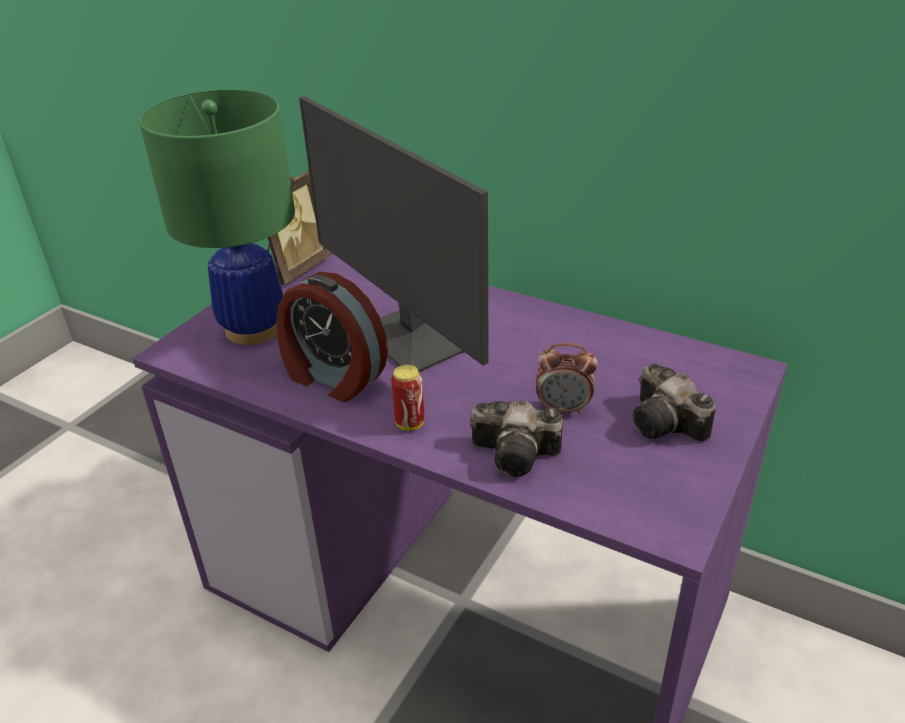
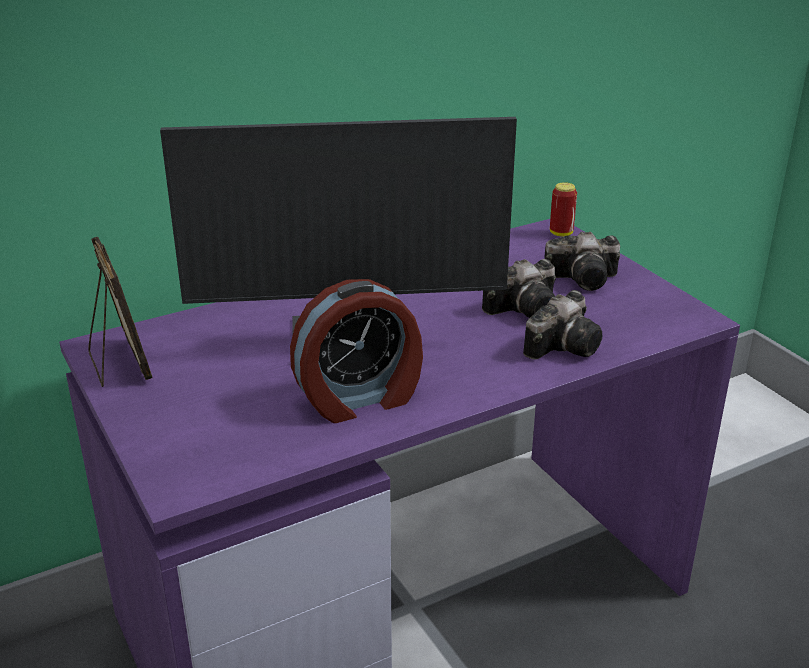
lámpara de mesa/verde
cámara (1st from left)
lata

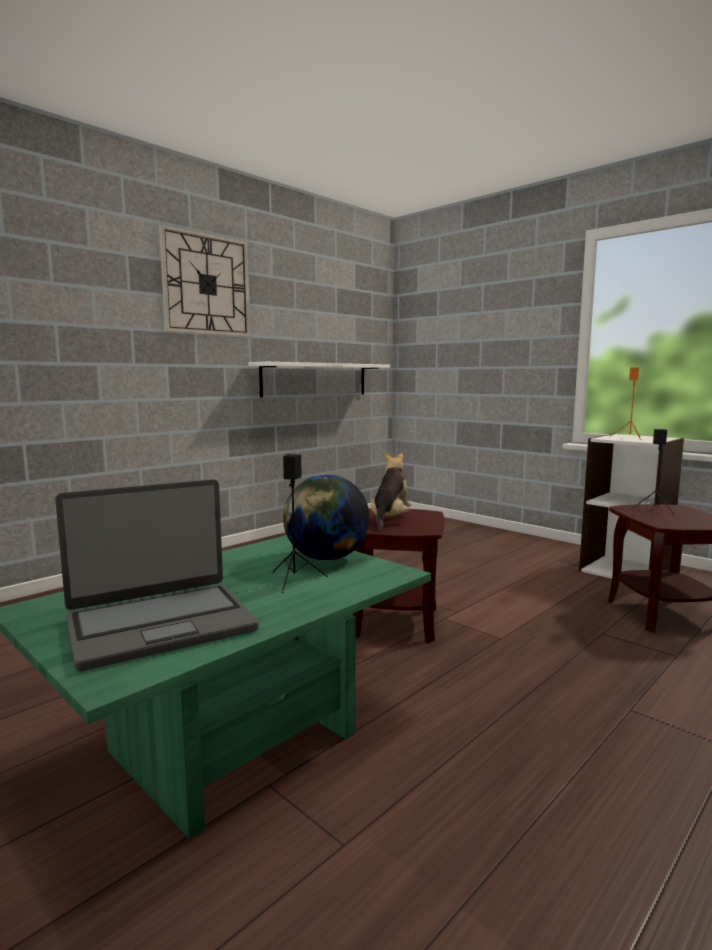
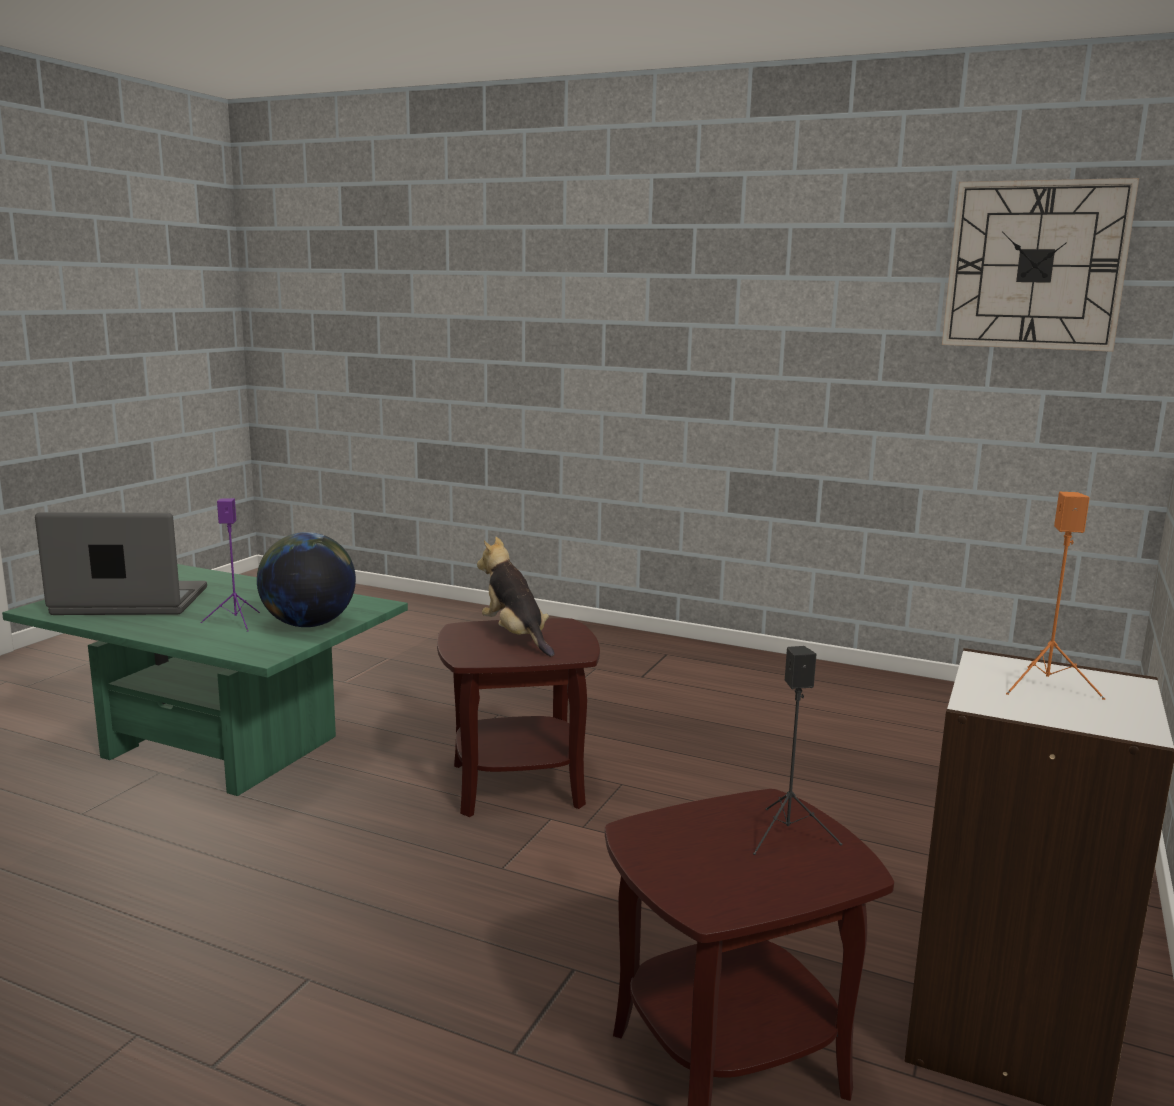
reloj de pared
estante/blanco
peluche
altavoz/morado
portátil

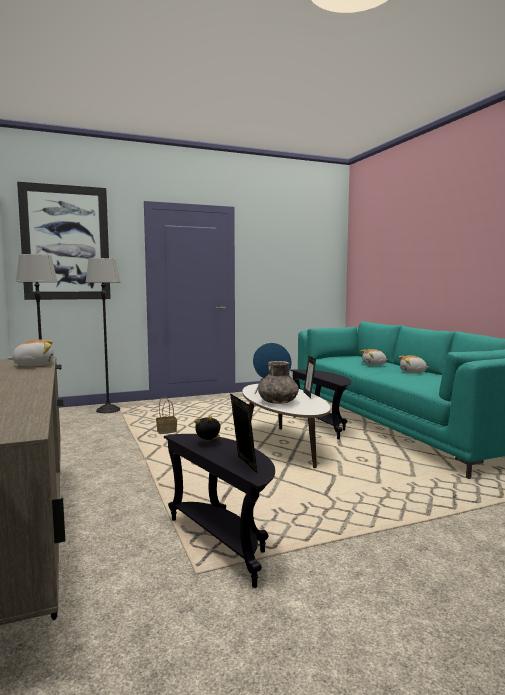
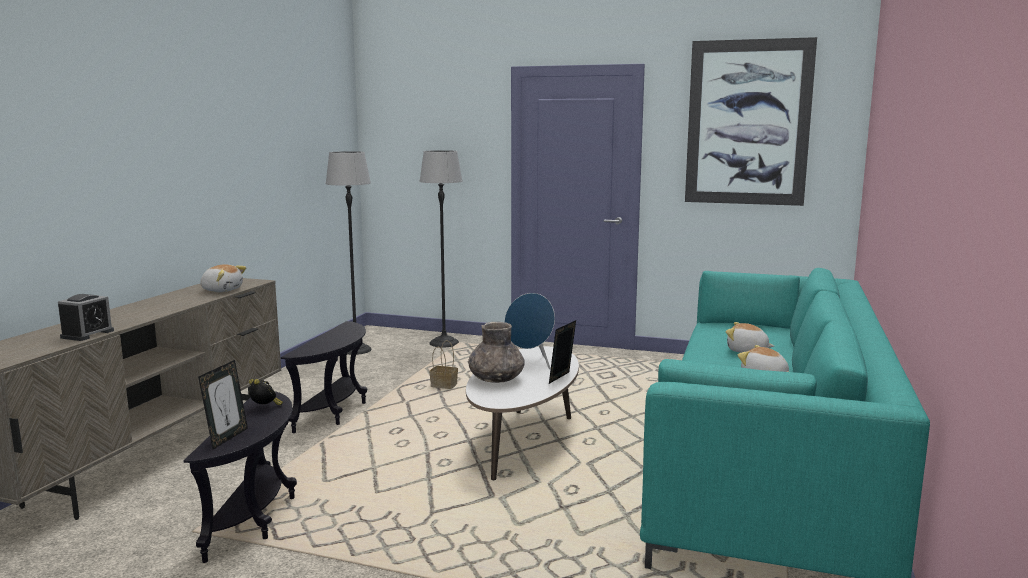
cuadro
mesa auxiliar/negro (2nd from left)
despertador (1st from left)

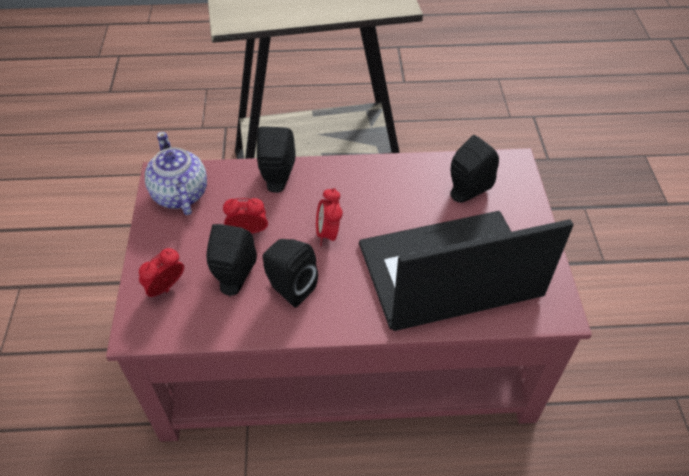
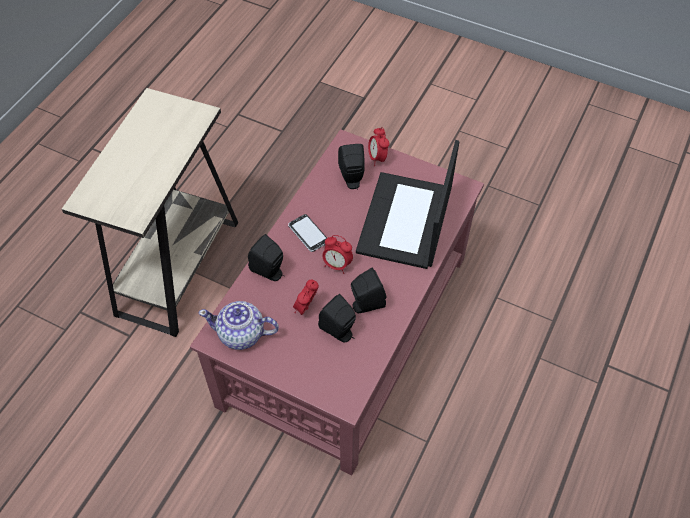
despertador (3rd from left)
móvil

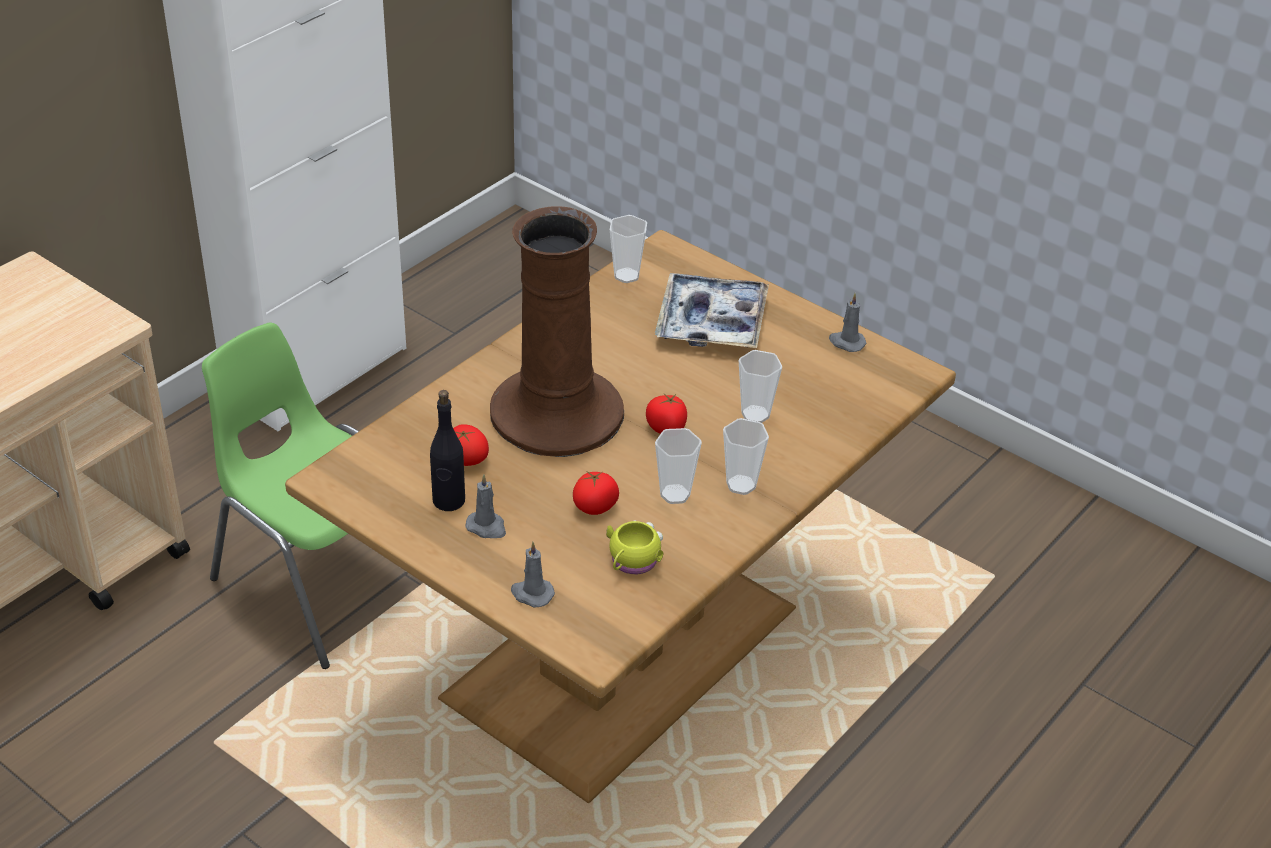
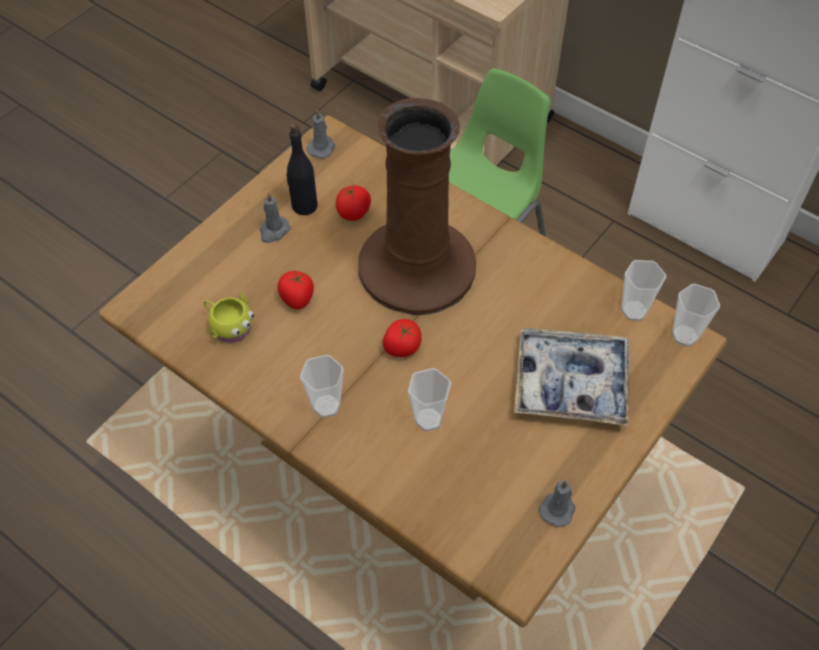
taza (4th from left)
vela/gris (2nd from left)

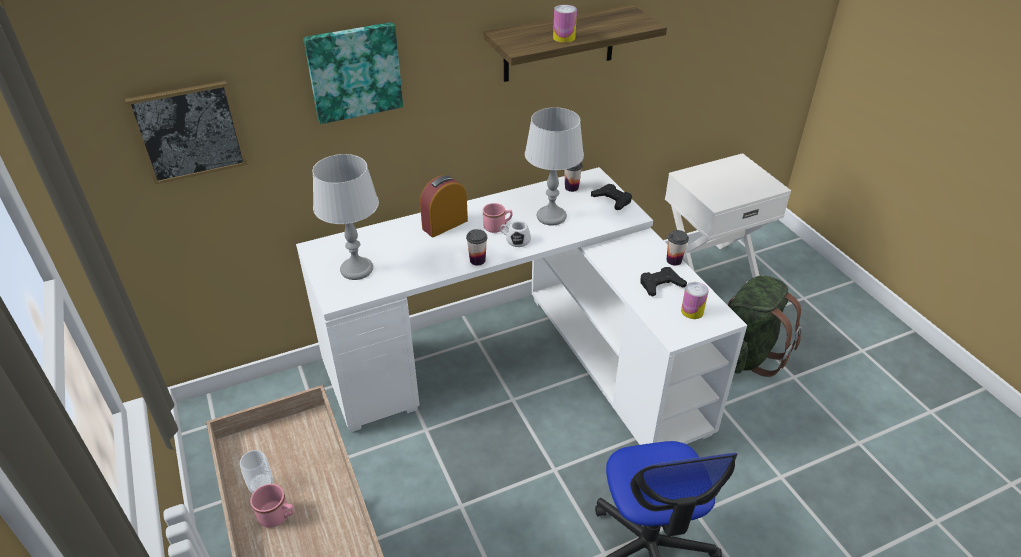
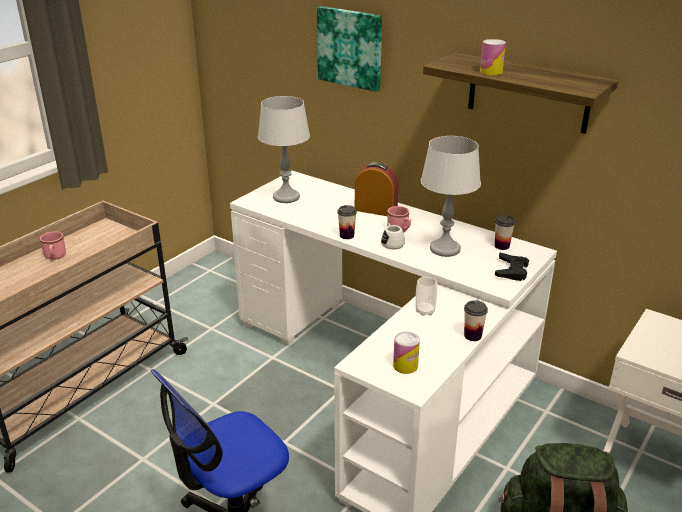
cuadro (1st from left in the first image)
mando de consola/negro (2nd from left in the first image)
taza (2nd from left)

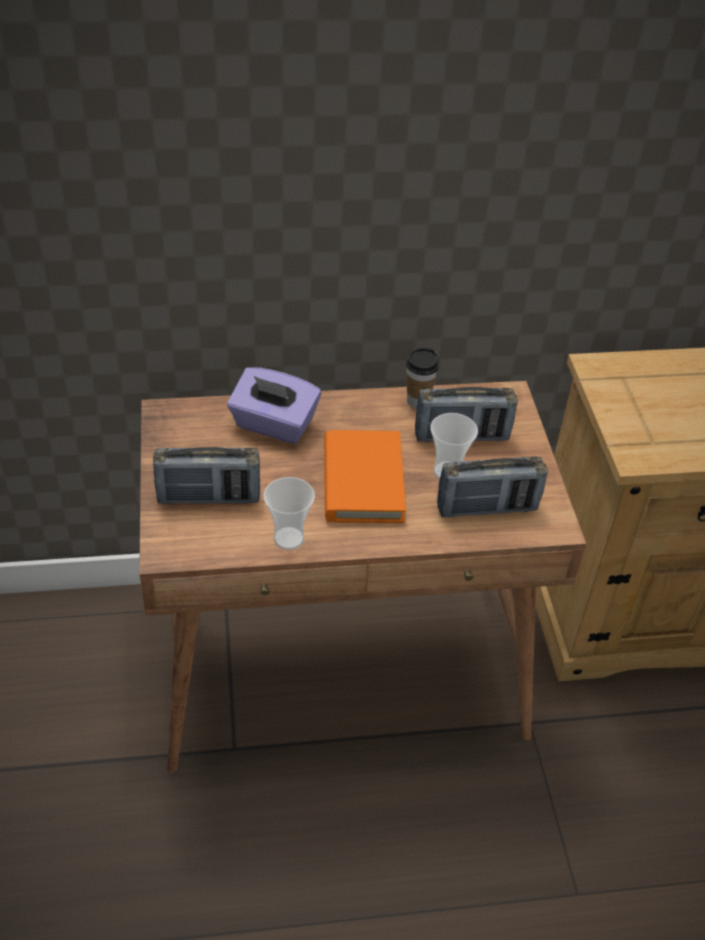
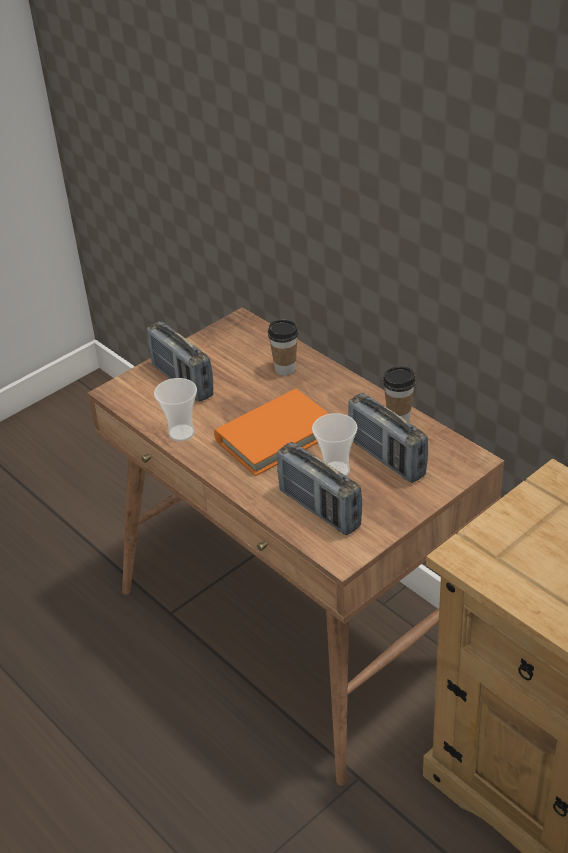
taza (2nd from left)

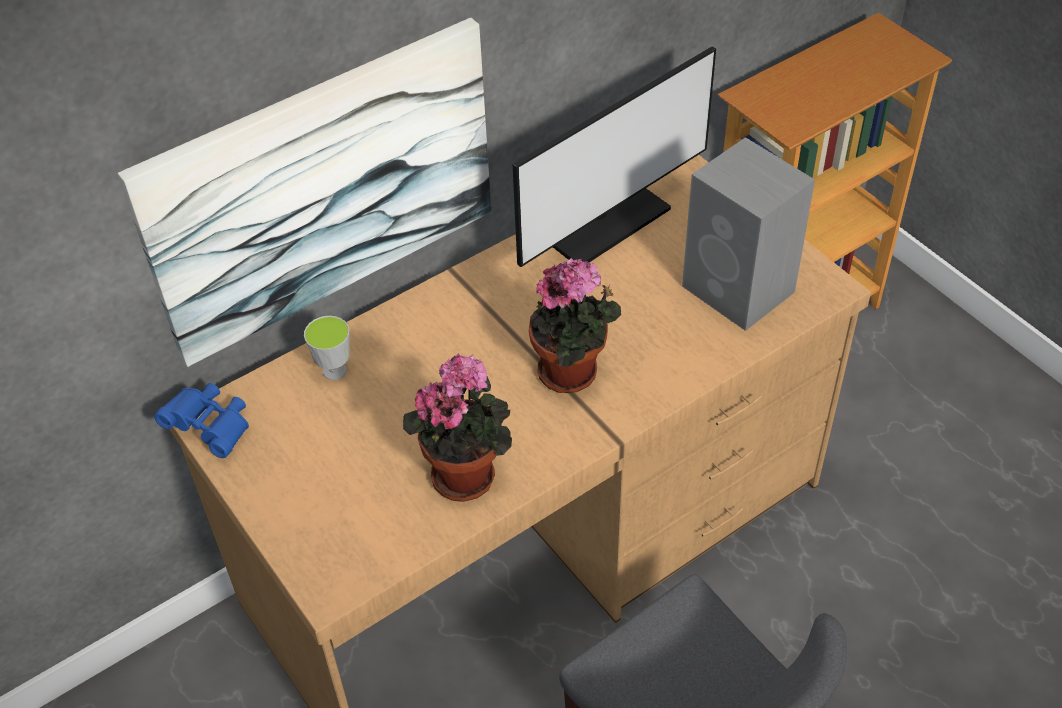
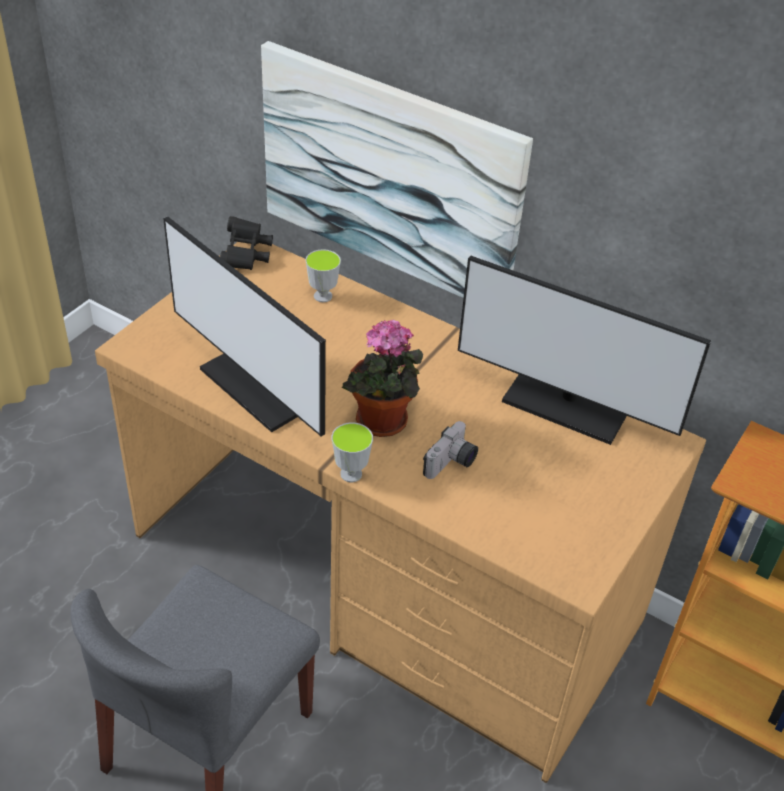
altavoz/gris
monitor (1st from left)
prismáticos/negro
cámara
taza (2nd from left)

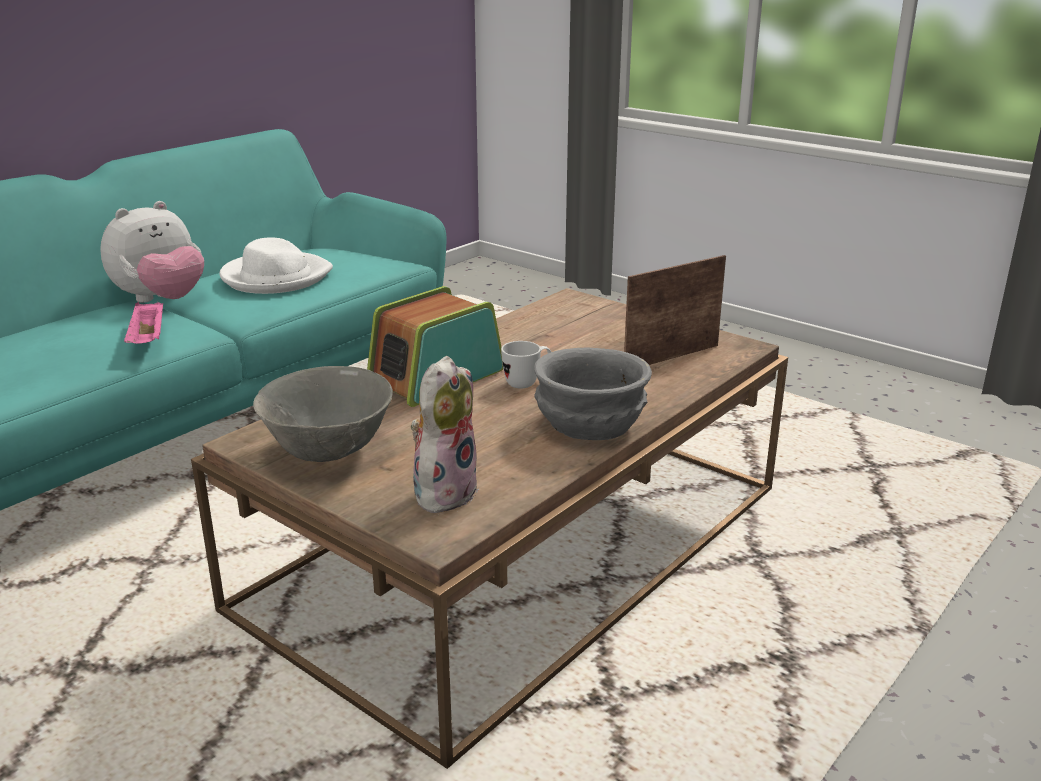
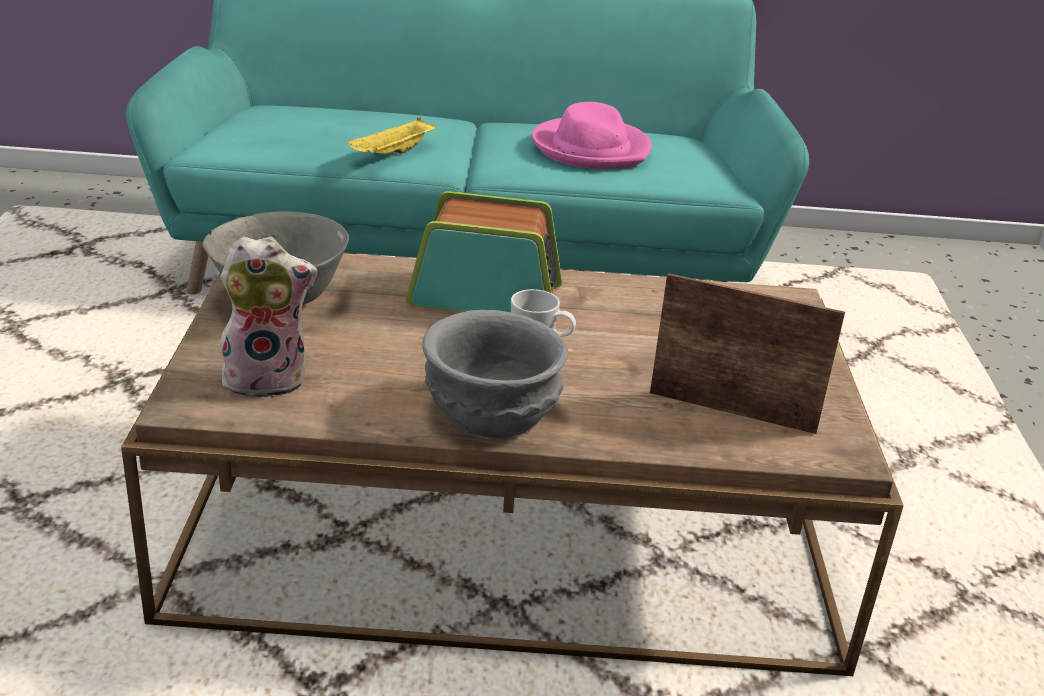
peluche (1st from left in the first image)
sombrero/rosa
bandeja/amarillo

